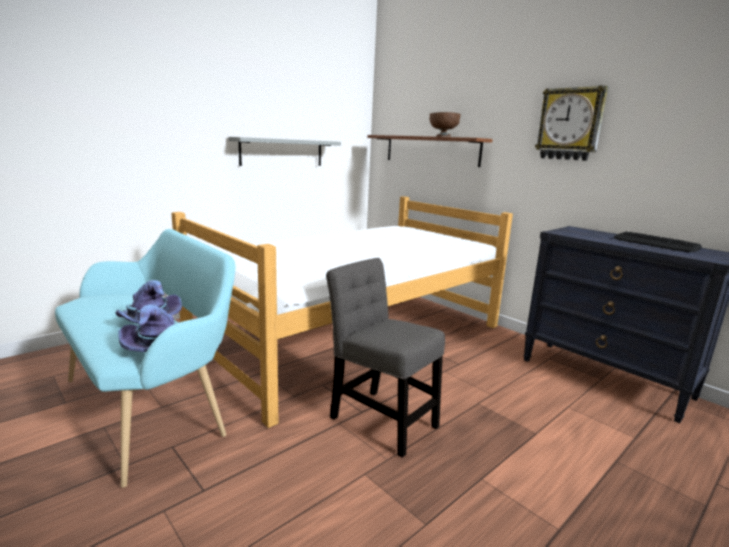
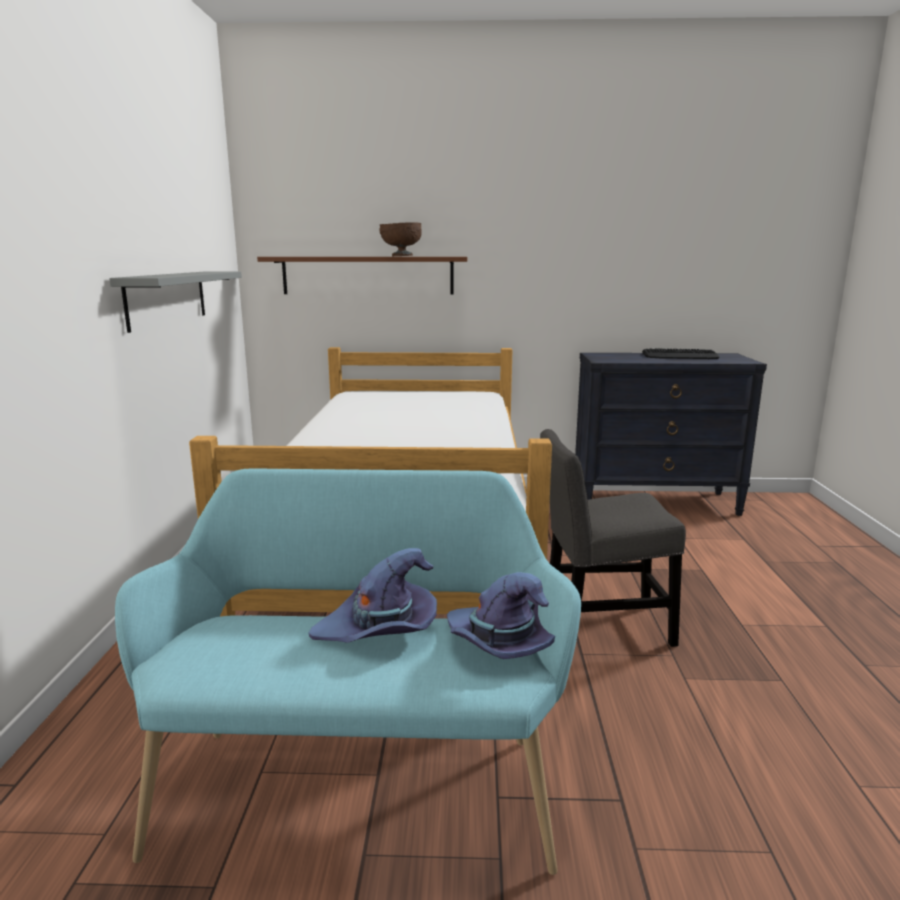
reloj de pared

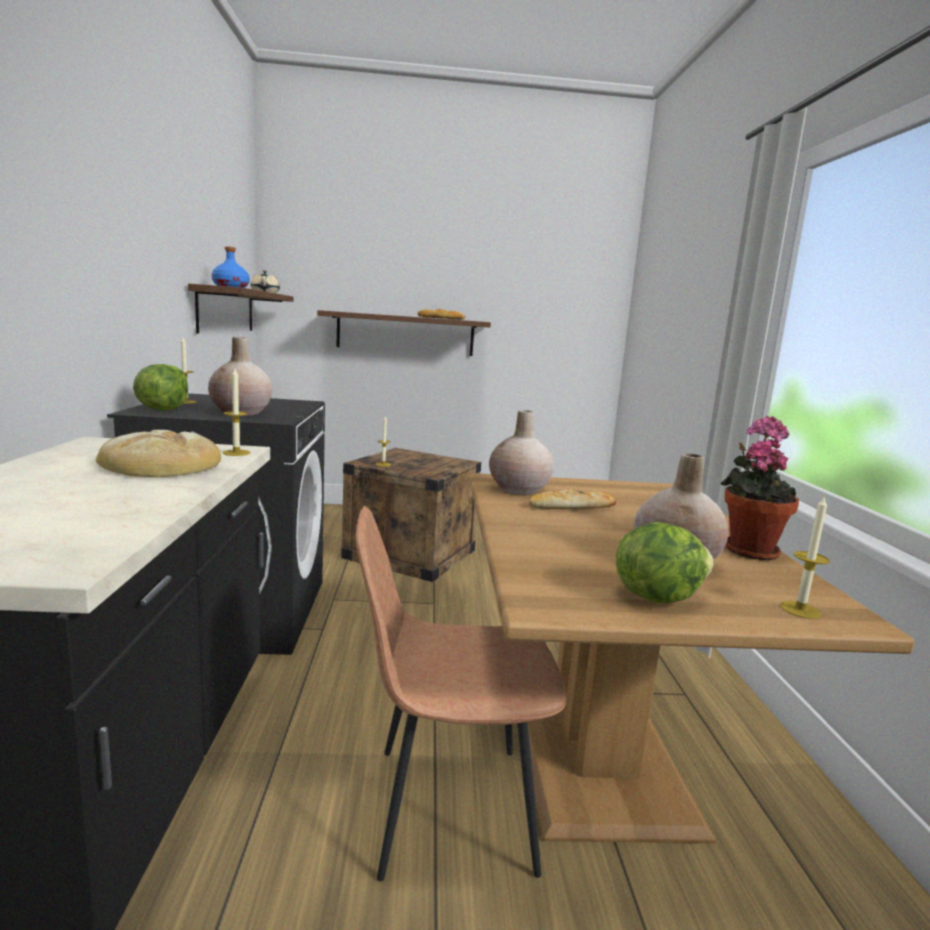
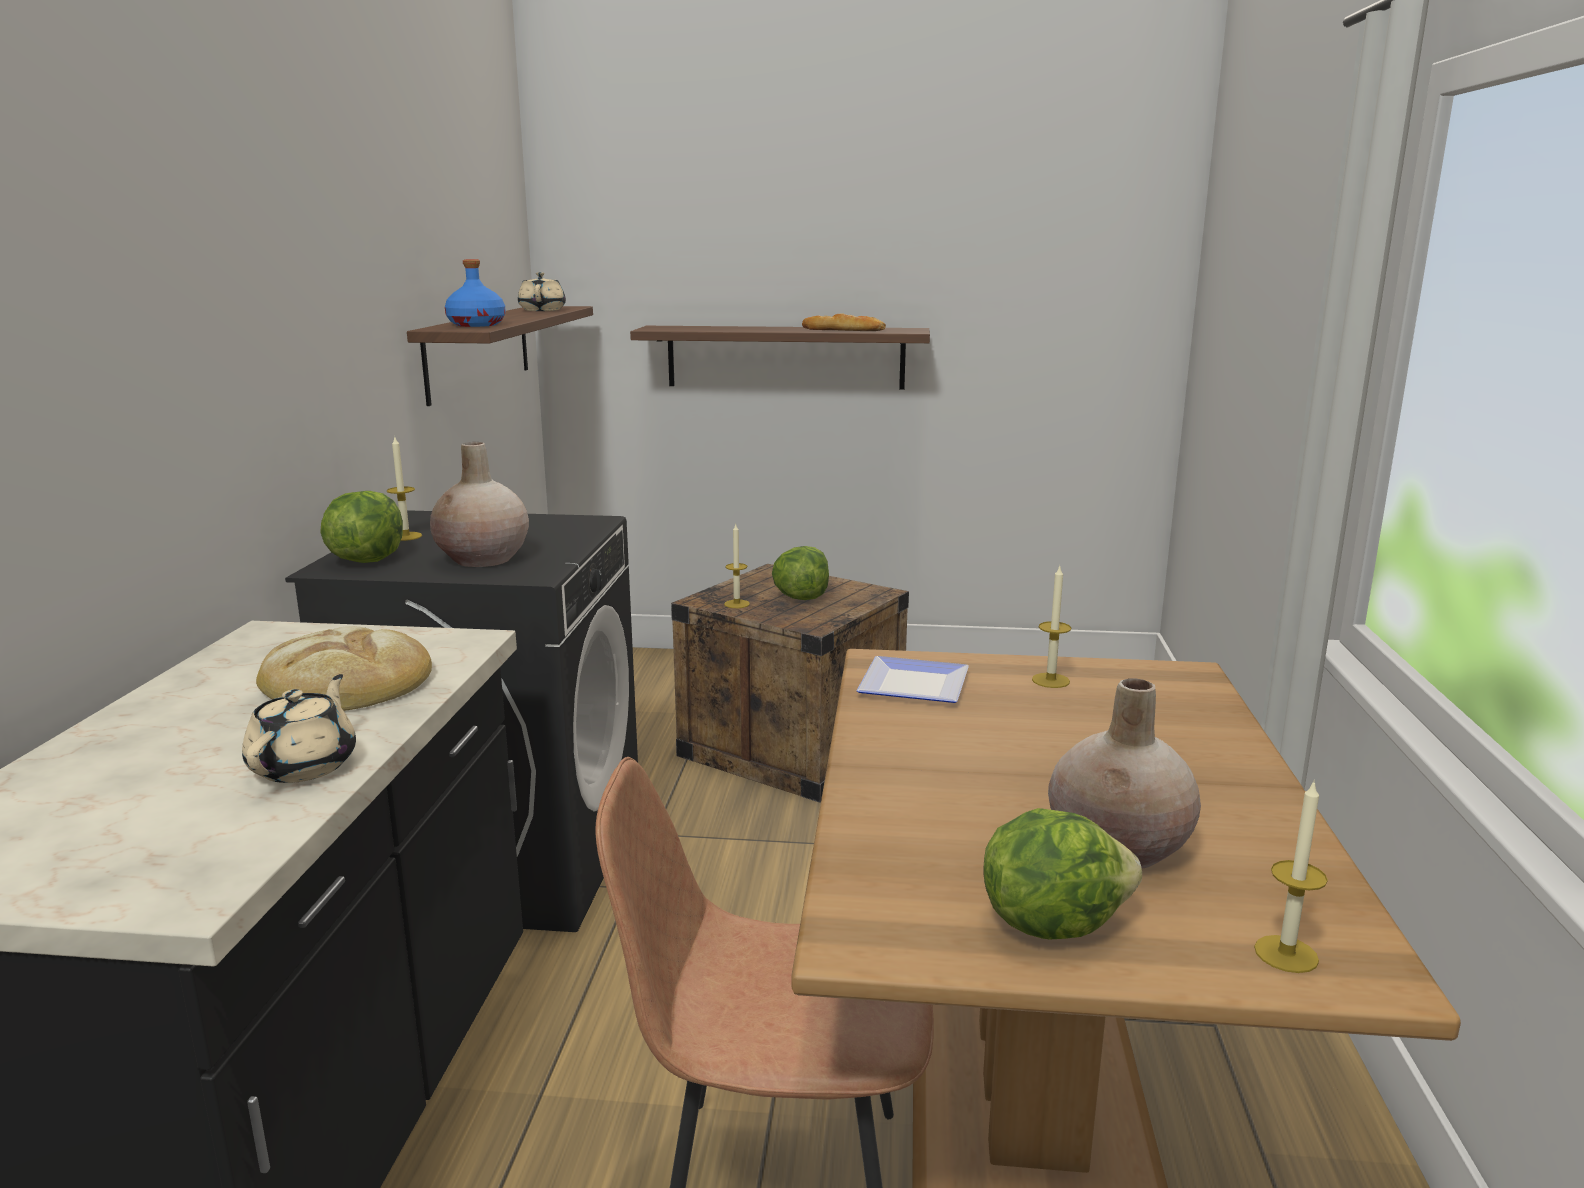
vela (3rd from left)
plato
planta en maceta
pan (3rd from left in the first image)
lechuga (2nd from left)
tetera/beis (1st from left)

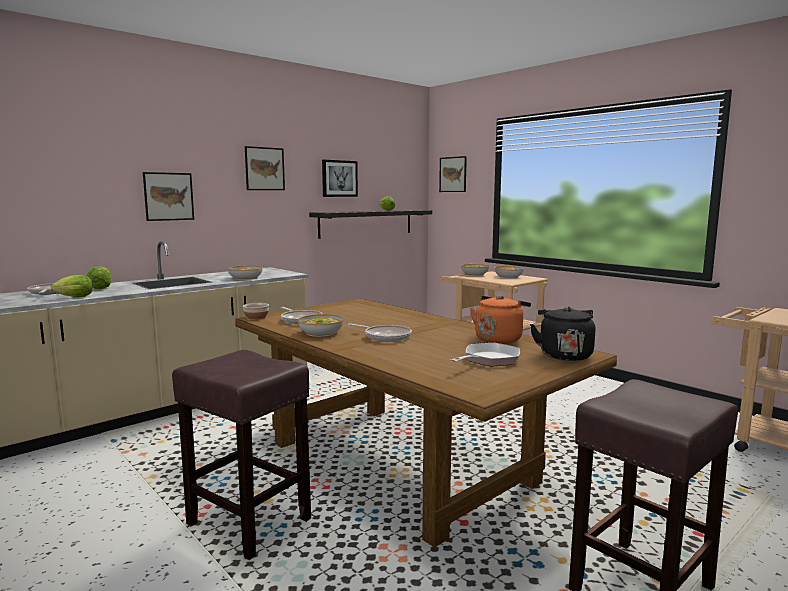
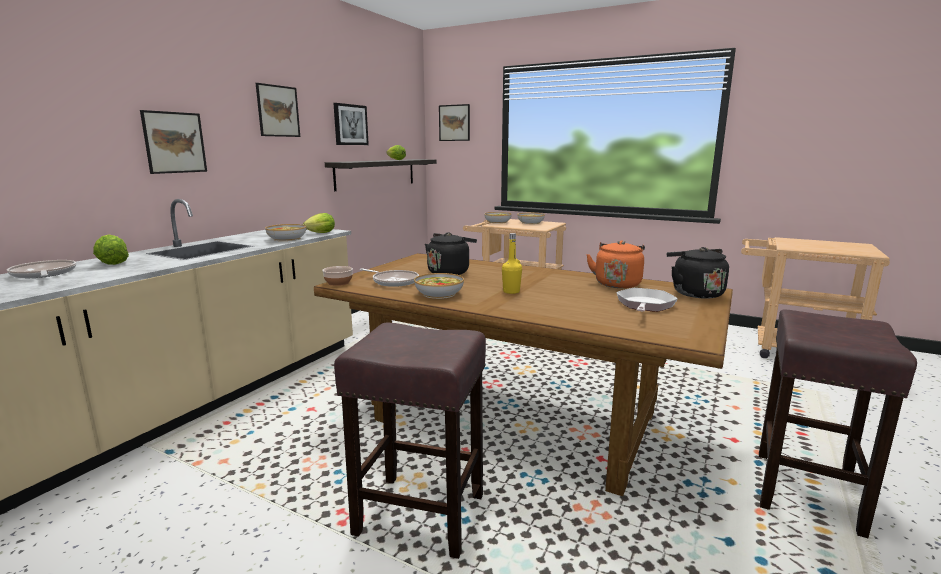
lechuga (2nd from left)
botella/amarillo
hervidor/negro (1st from left)

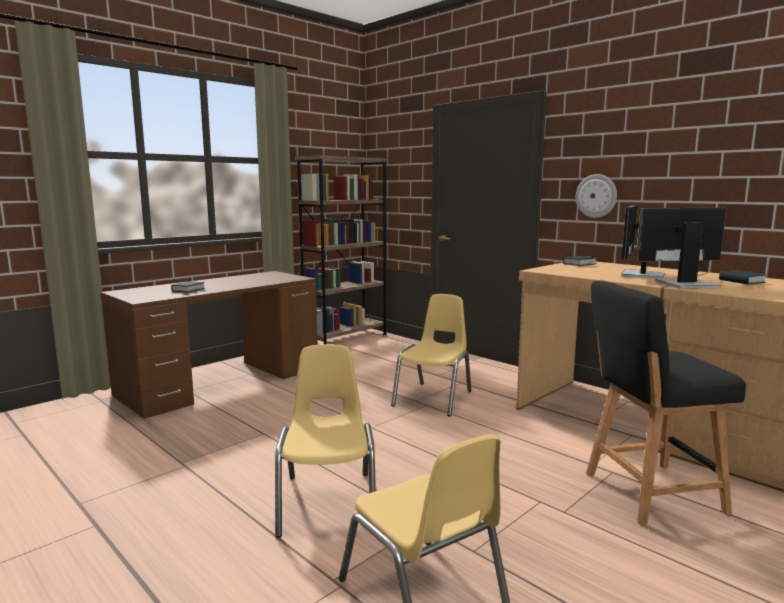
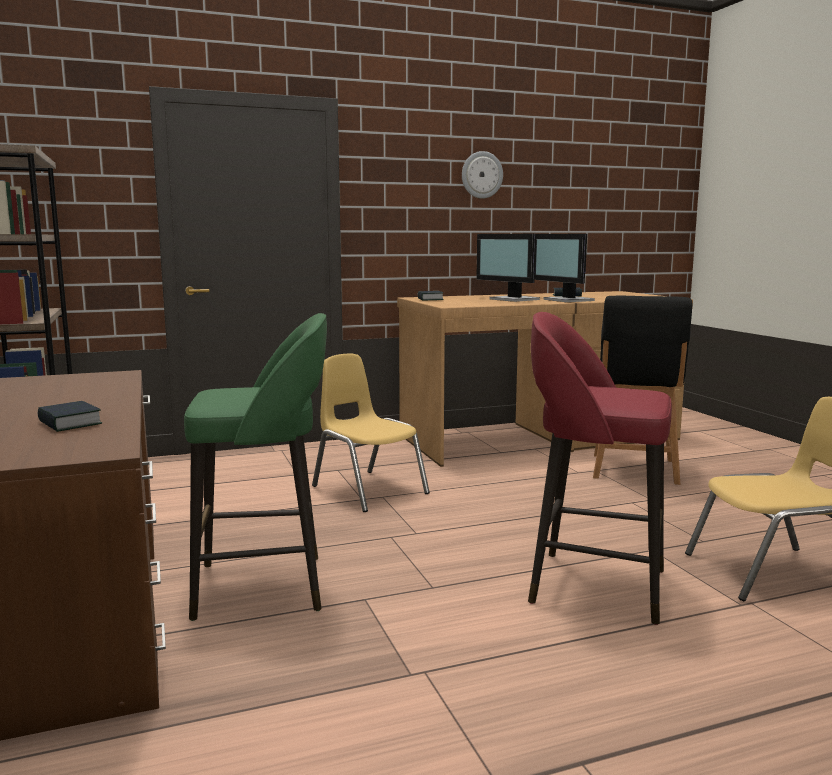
reloj de pared
monitor (2nd from left)
taburete/rojo
taburete/verde

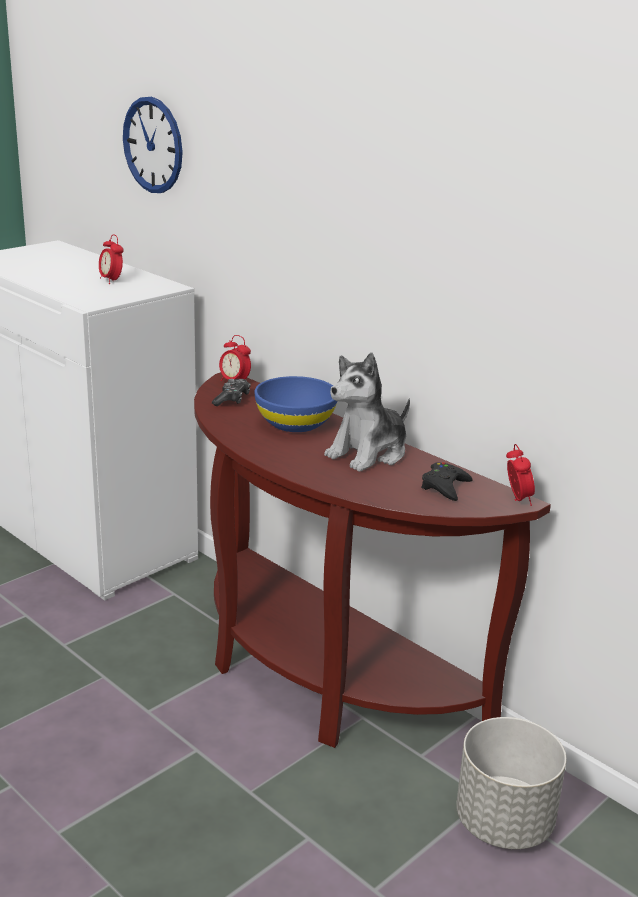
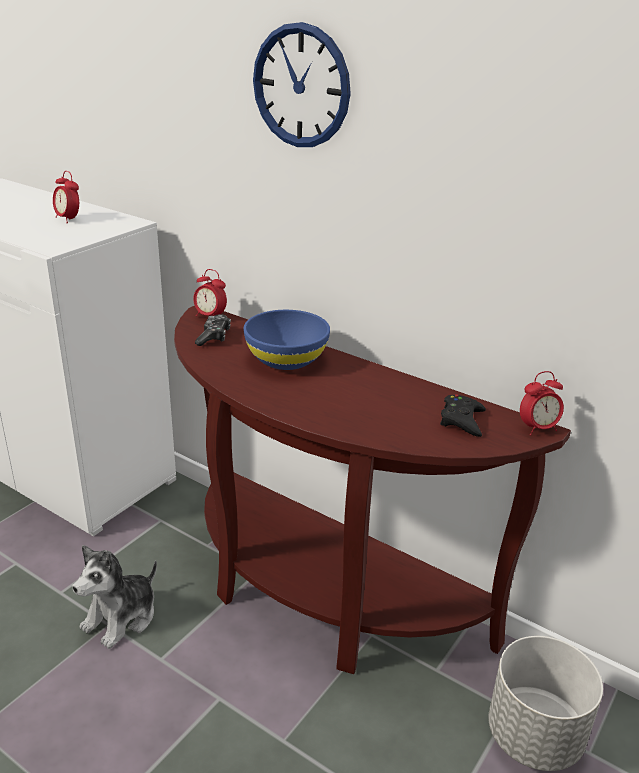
reloj de pared
peluche
despertador (3rd from left)

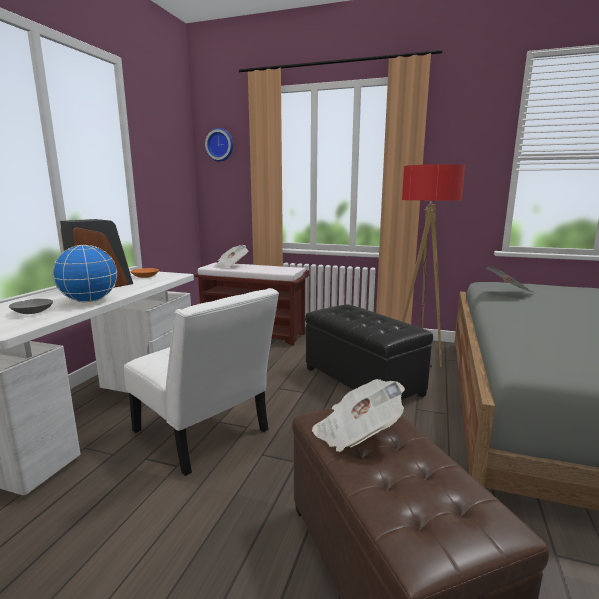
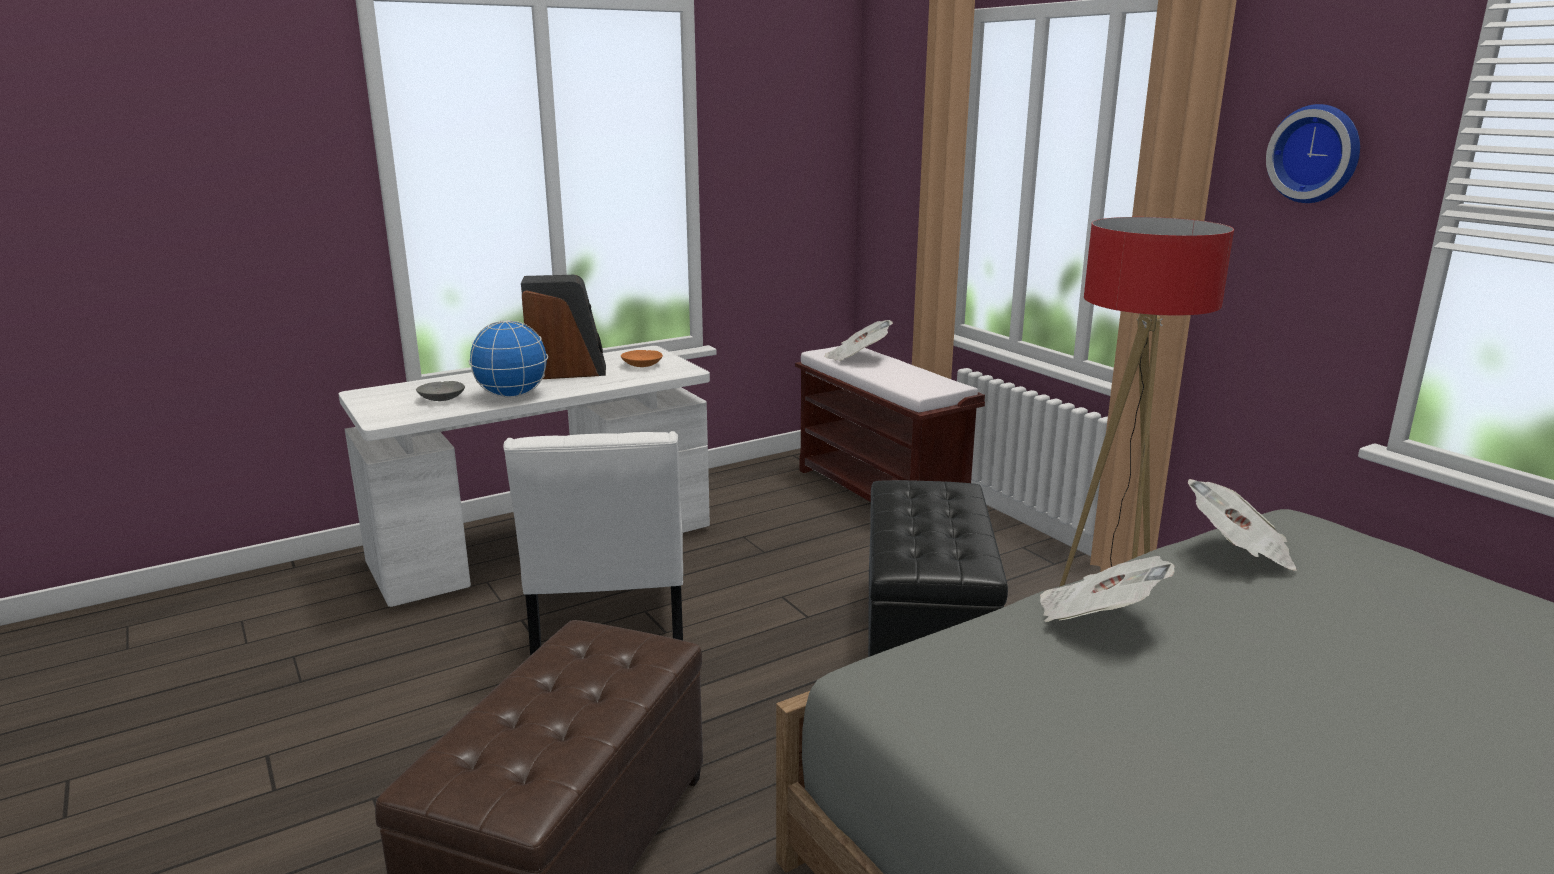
reloj de pared
periódico (2nd from left)

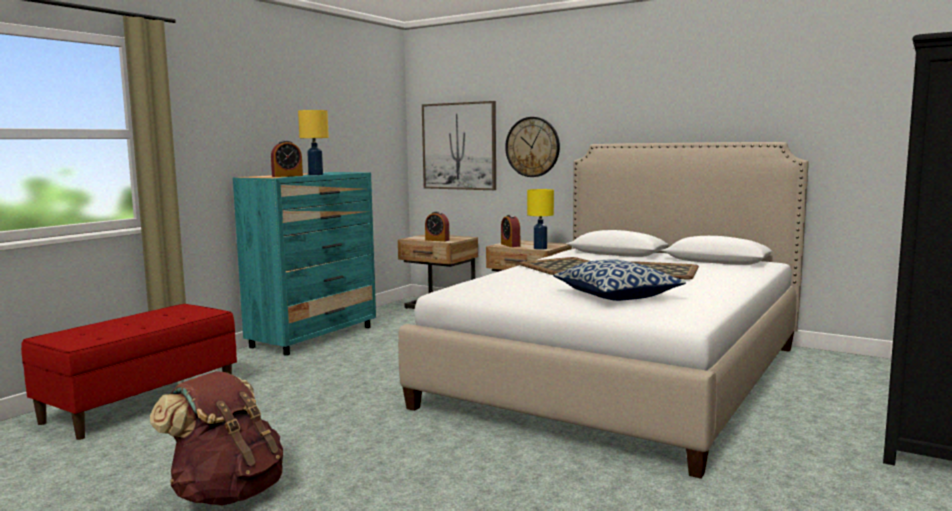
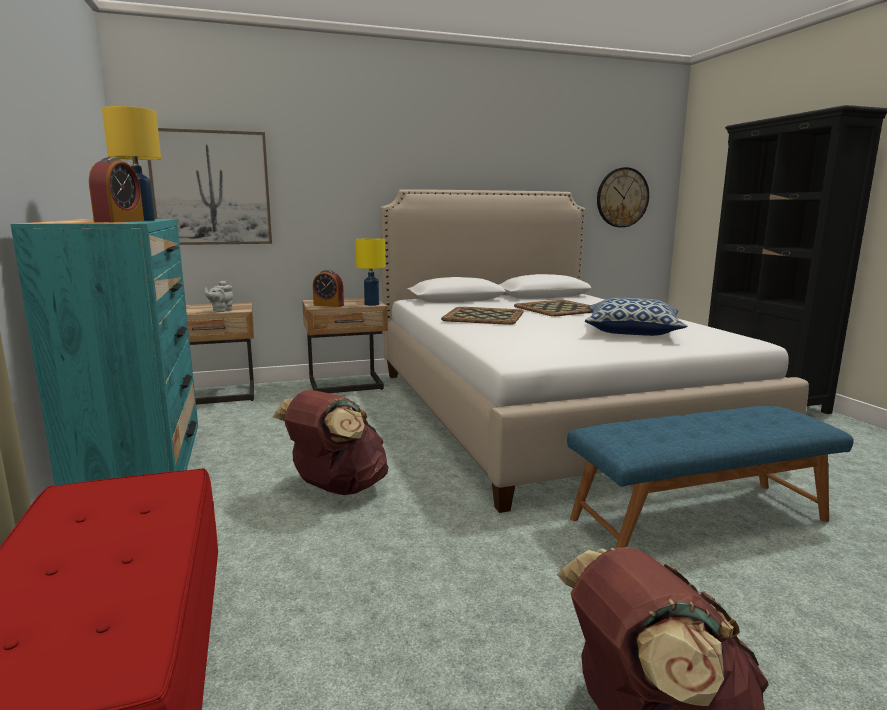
reloj de pared
tetera/gris
mochila/marrón (1st from left)
banco/azul

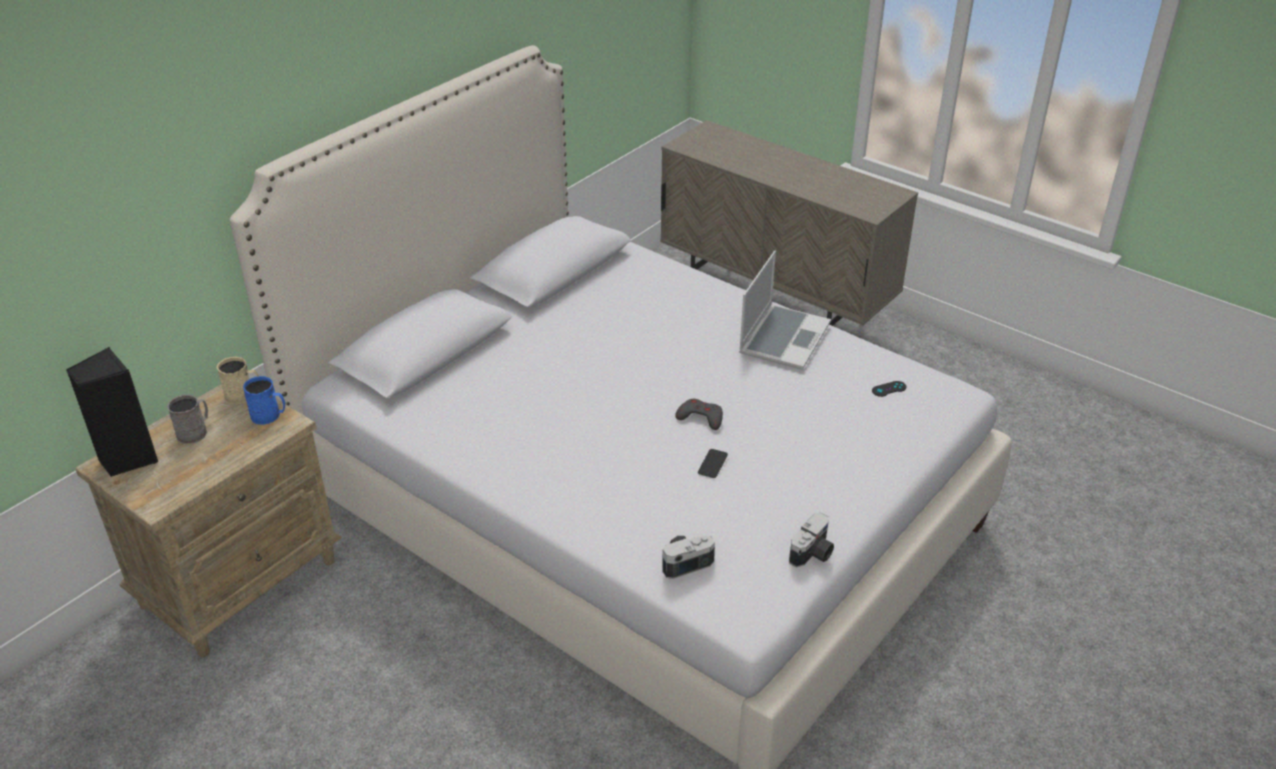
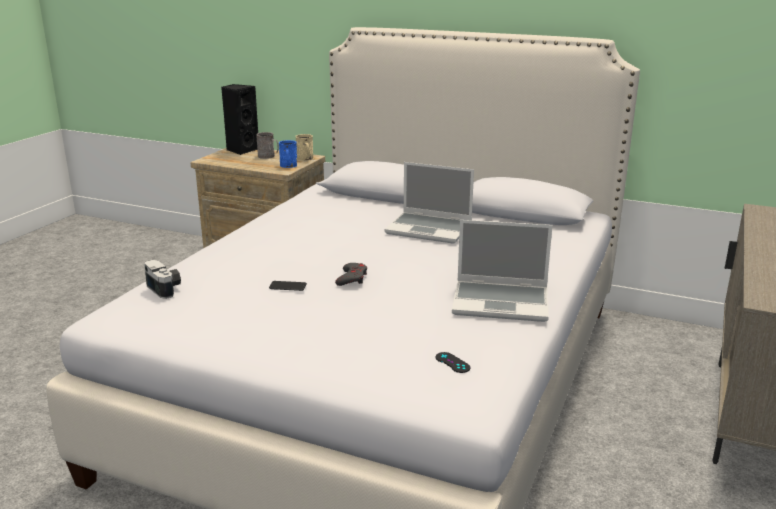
cámara (2nd from left in the first image)
portátil (1st from left)

